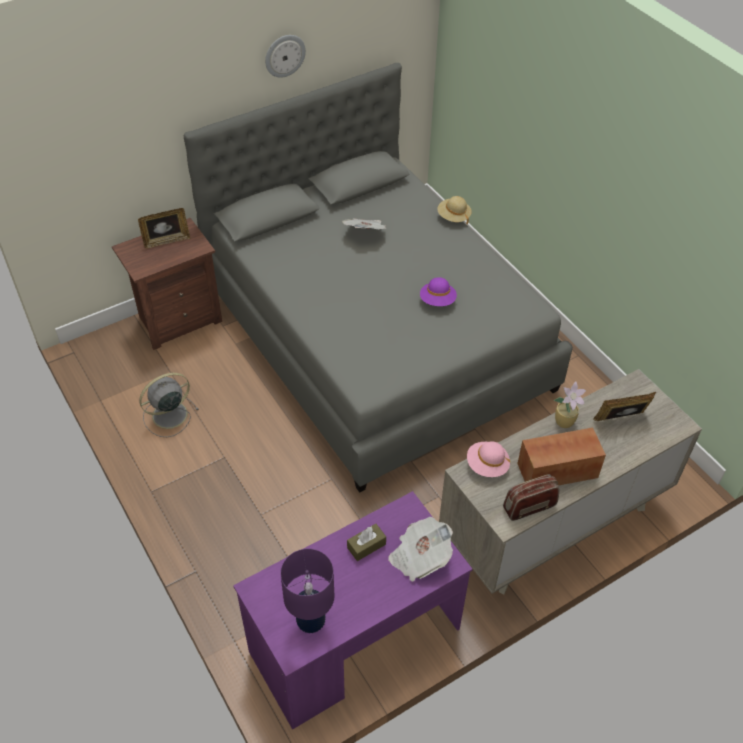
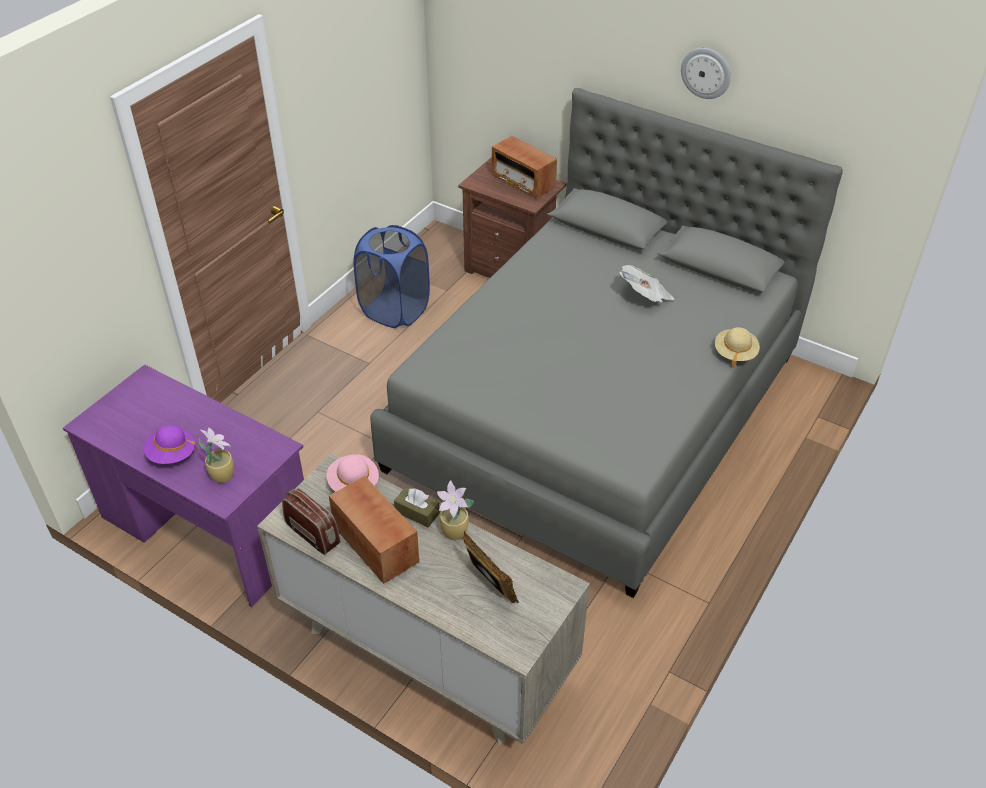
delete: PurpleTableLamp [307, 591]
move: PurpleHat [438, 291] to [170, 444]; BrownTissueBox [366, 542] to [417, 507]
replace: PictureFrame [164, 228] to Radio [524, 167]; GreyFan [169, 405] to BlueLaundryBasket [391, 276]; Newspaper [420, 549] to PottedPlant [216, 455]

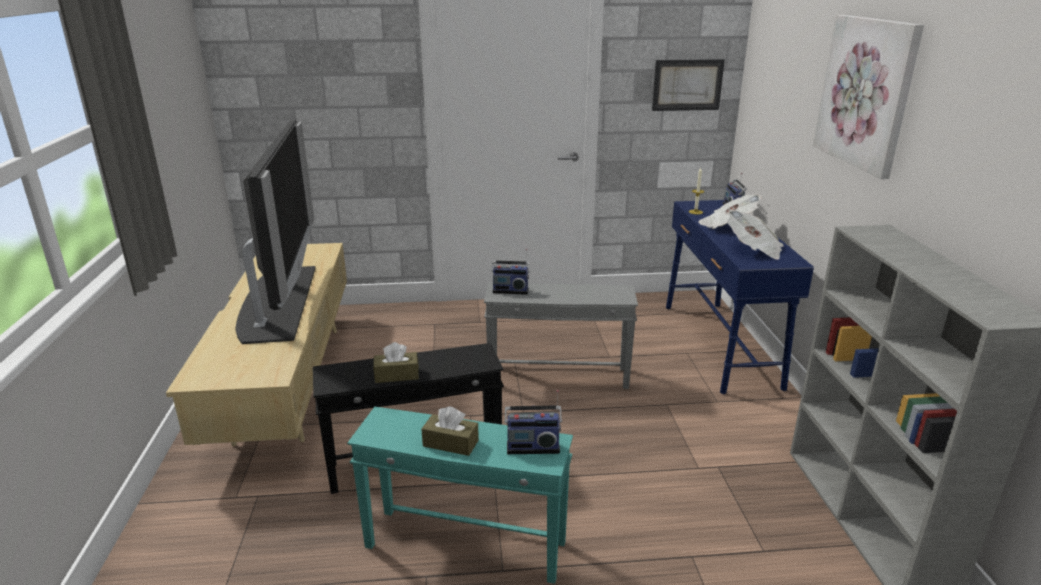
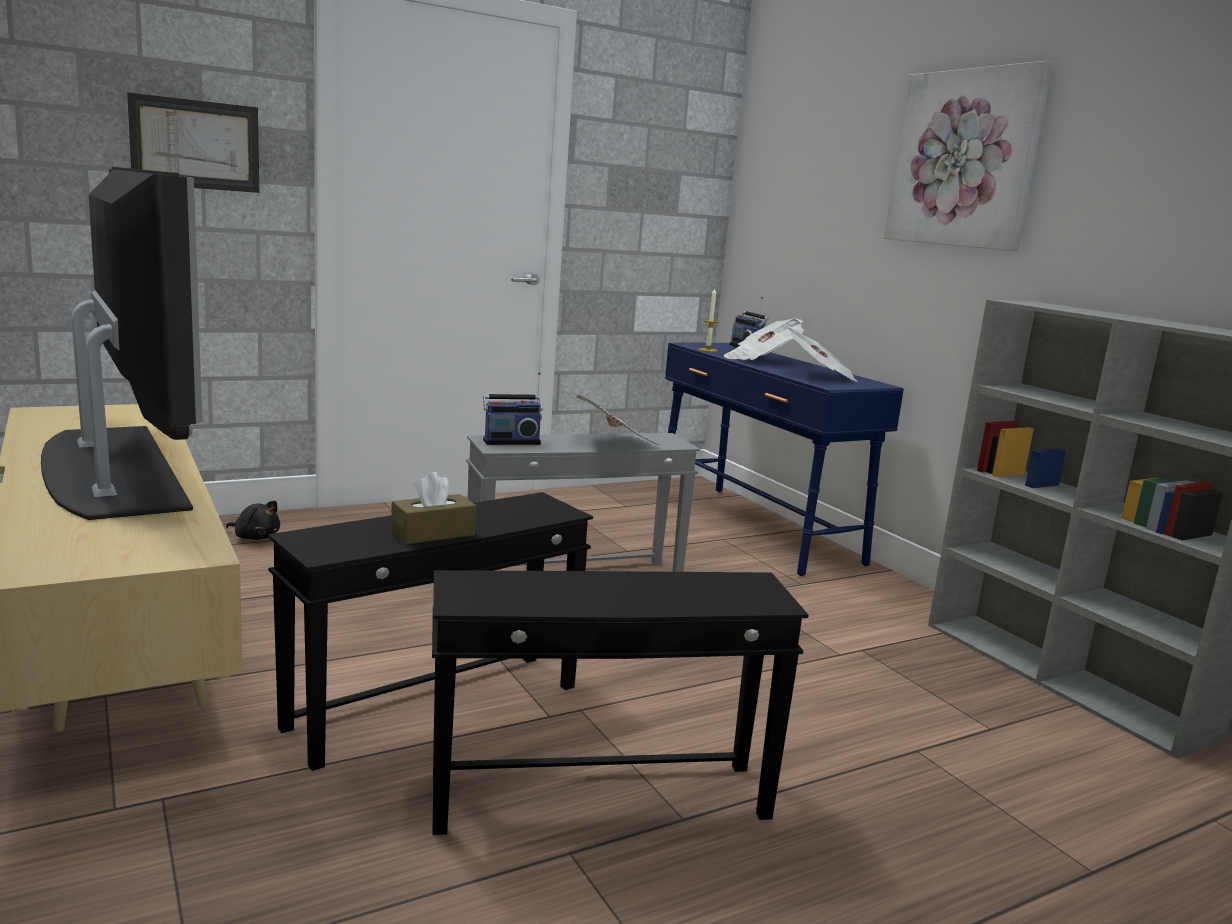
delete: Radio [533, 422]; BrownTissueBox [450, 431]
insert: Newspaper [618, 419]; BlackPlushToy [253, 520]
move: Picture [688, 85] to [193, 142]
recolor: TurquoiseSideTable [460, 495] to BlackSideTable [620, 702]

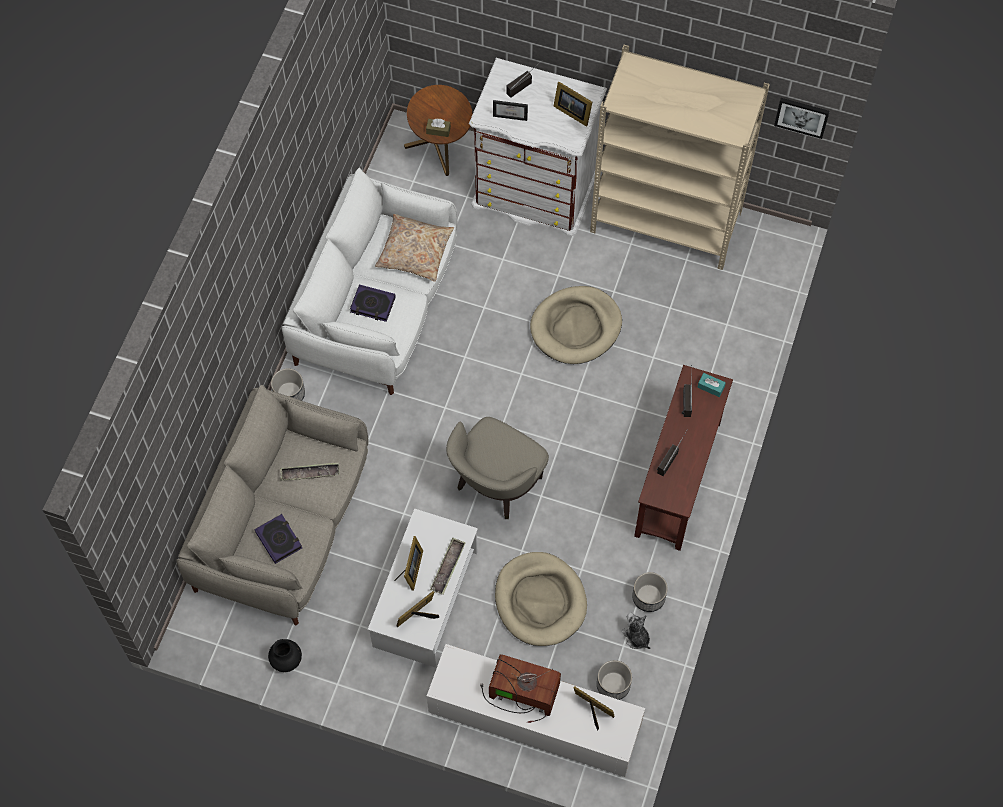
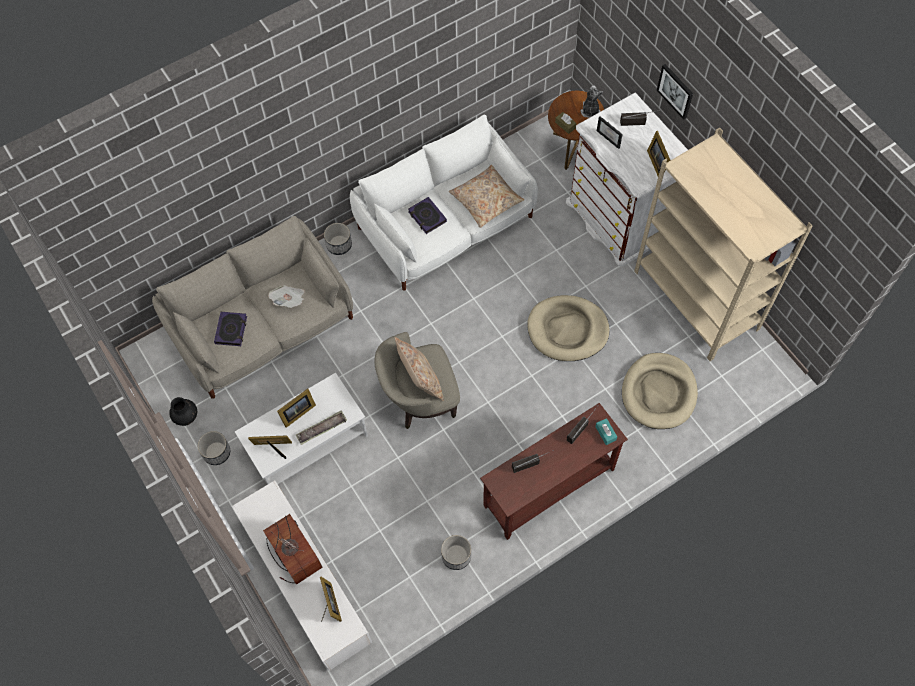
insert: BeigePillow [419, 369]
move: Picture [802, 118] to [675, 92]; BeigeDogBed [541, 599] to [660, 391]; PlushToy [635, 630] to [592, 101]; Planter [614, 680] to [214, 448]
replace: Tray [310, 471] to Newspaper [286, 296]

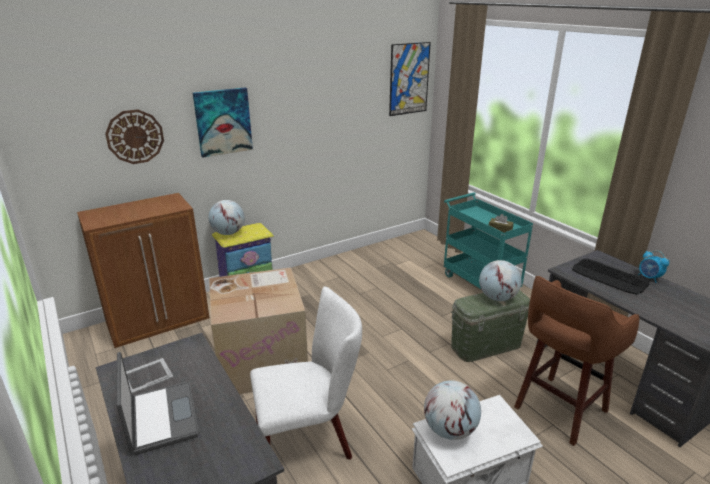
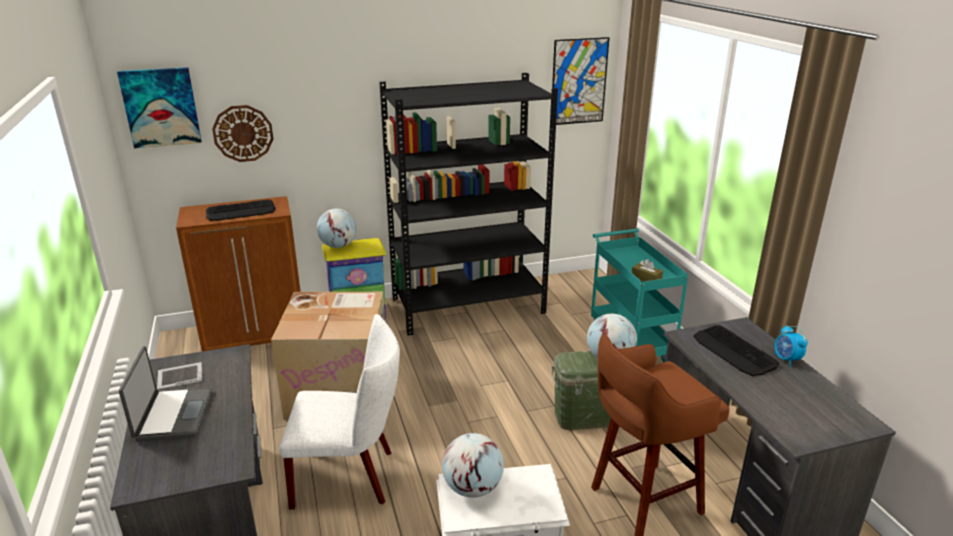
insert: BlackBookcase [468, 204]; Keyboard [240, 210]
move: Picture [223, 122] to [159, 107]

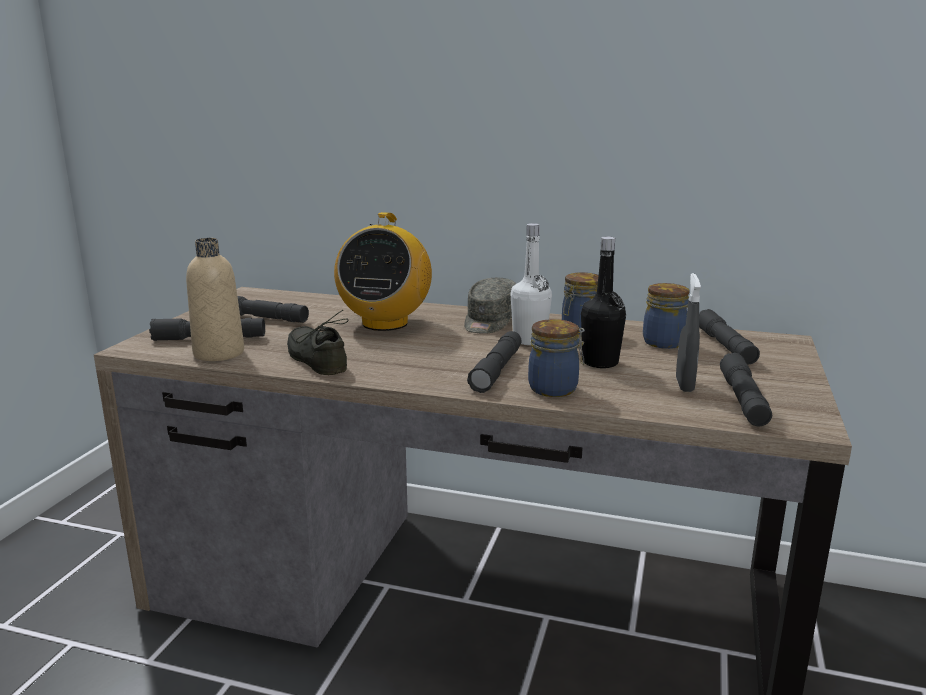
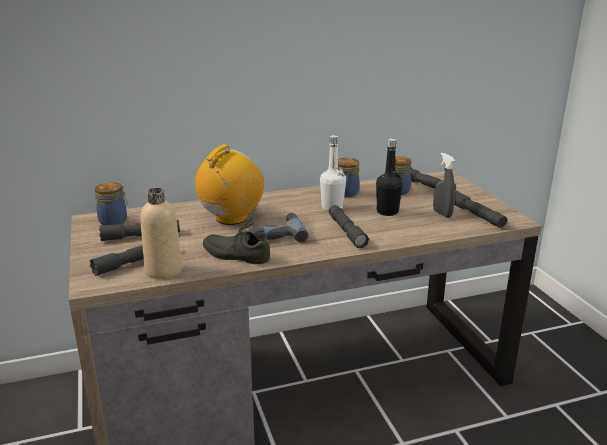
delete: GreyCap [490, 306]
insert: PowerDrill [279, 227]
move: Jar [556, 358] to [111, 203]
rotate: Radio [383, 271] = [229, 184] 120 degrees counterclockwise

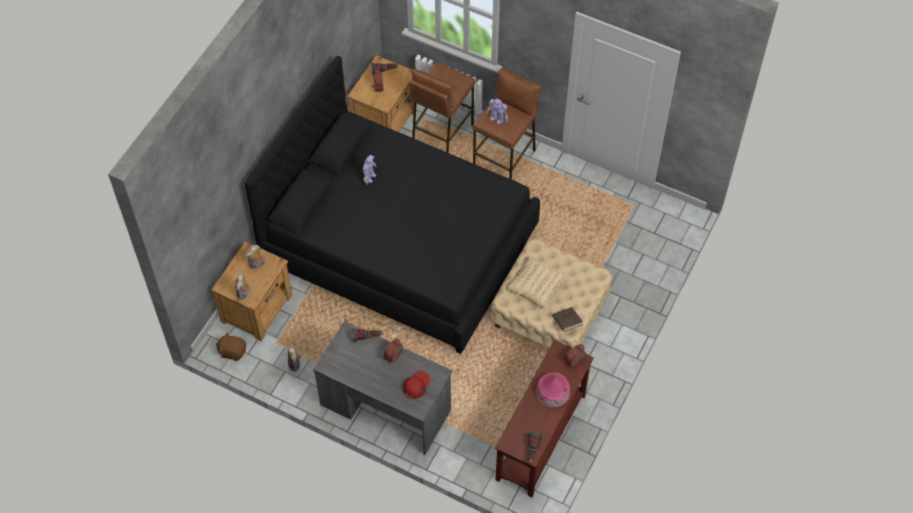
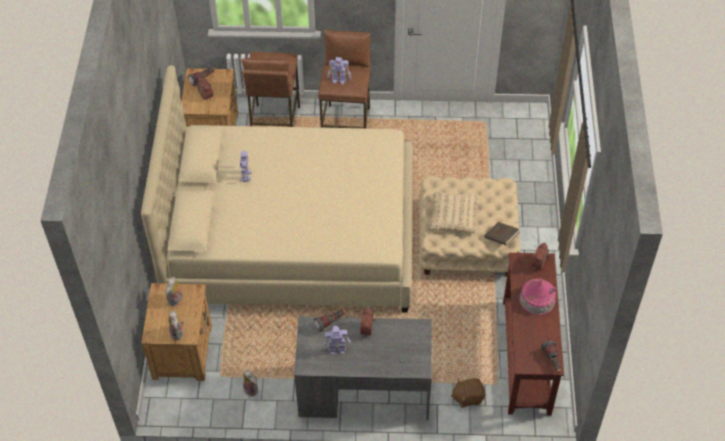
delete: RedCap [416, 385]
insert: ToyRobot [336, 340]
move: BrownPlushToy [231, 346] to [468, 392]
recolor: BlackBed [392, 205] to BeigeBed [277, 189]

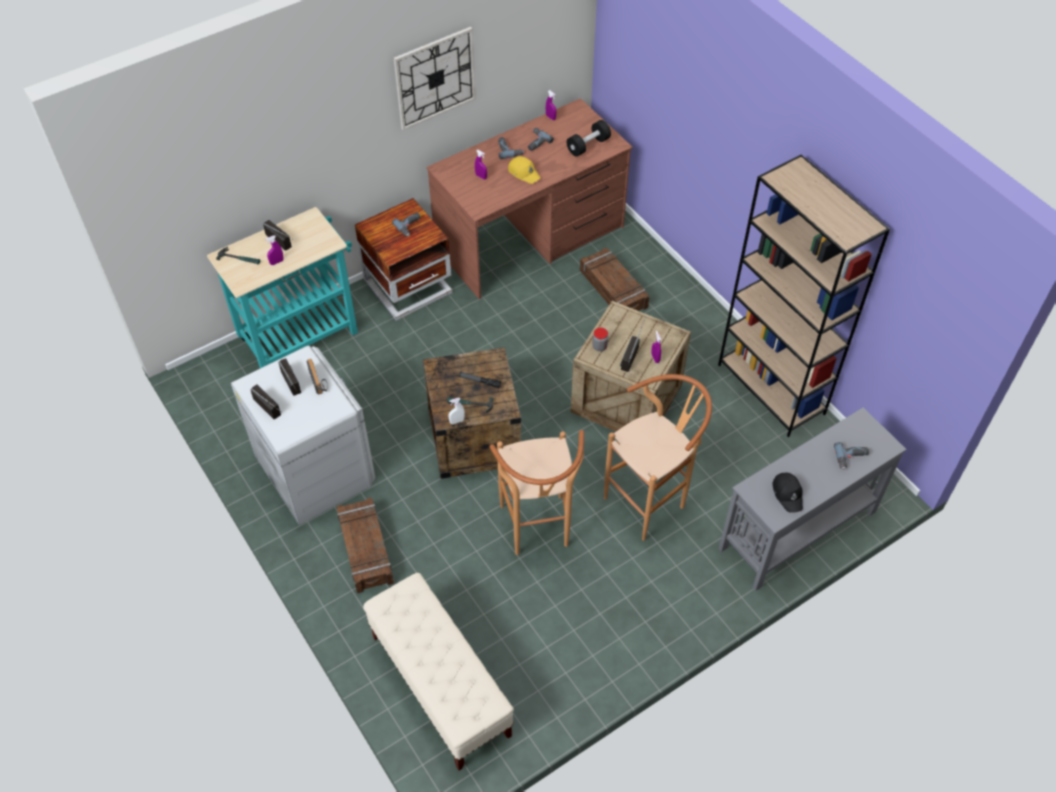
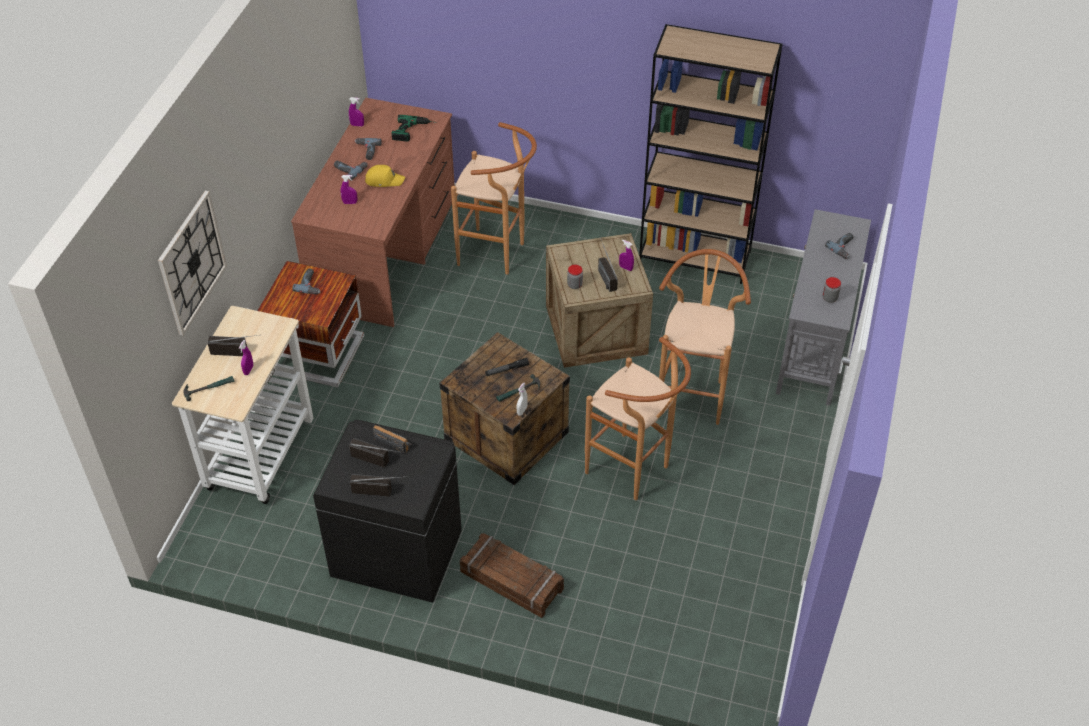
delete: BeigeBench [438, 671]
move: WallClock [435, 79] to [192, 263]
replace: BlackDumbbell [589, 138] to PowerDrill [414, 128]; Crate [614, 279] to BrownStool [494, 198]; BlackCap [787, 493] to Jar [832, 290]
recolor: TurquoiseCart [282, 287] to WhiteCart [242, 405]; WhiteWashingMachine [303, 435] to BlackWashingMachine [387, 511]

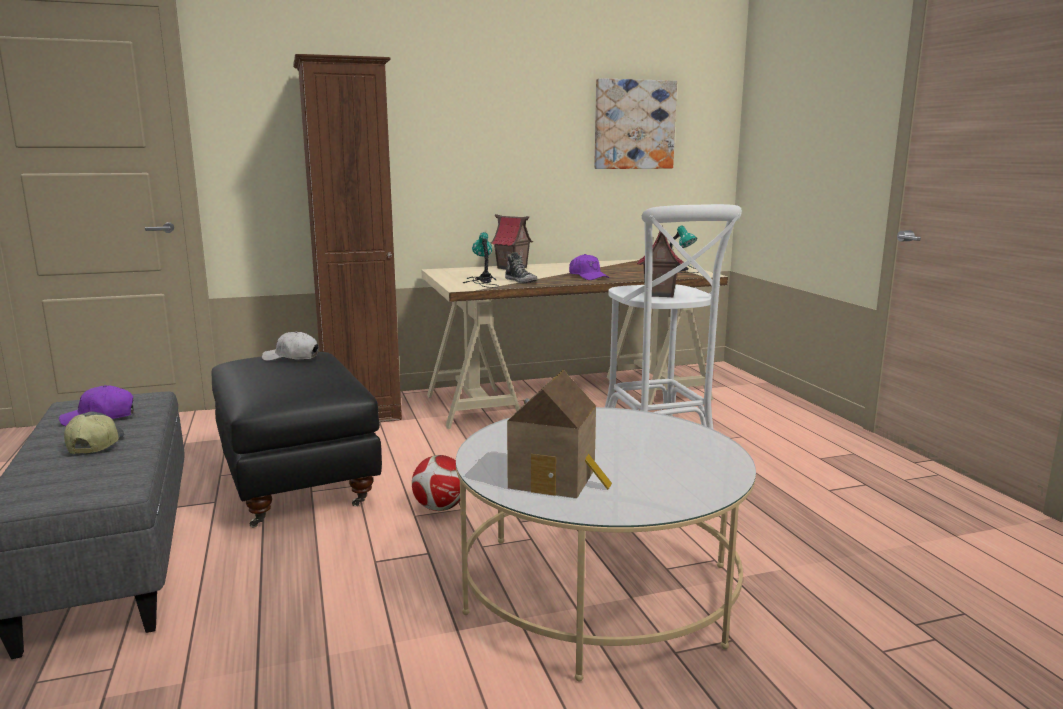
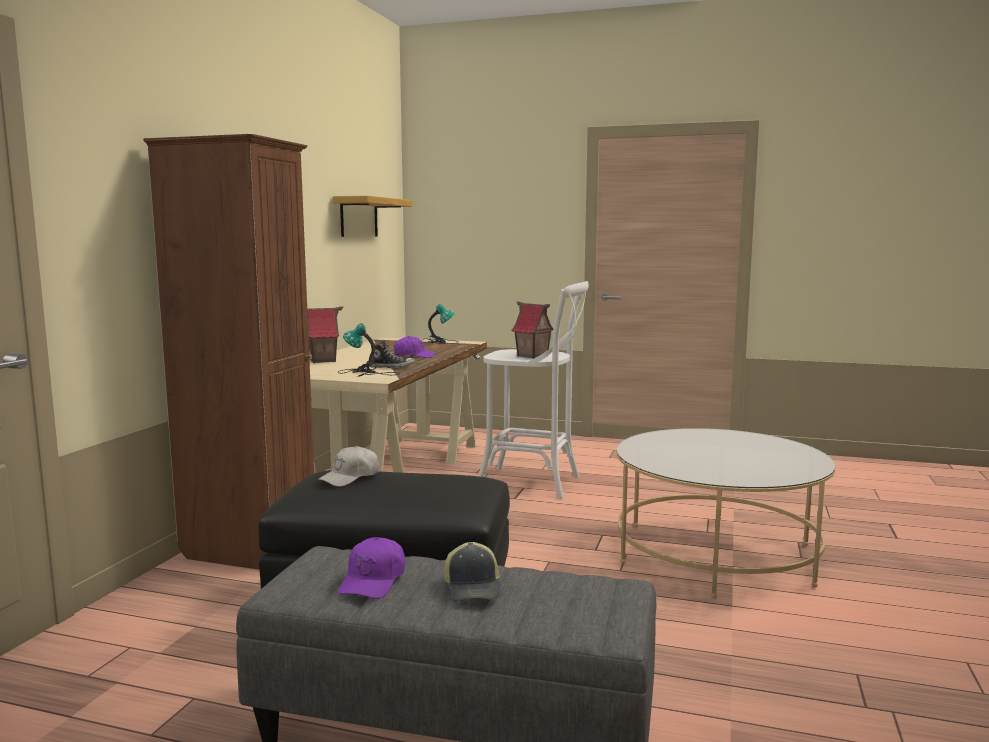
delete: ToyHouse [559, 434]; Football [439, 483]
replace: Picture [635, 123] to Shelf [373, 216]
rotate: Cap [94, 433] = [472, 572] 120 degrees counterclockwise

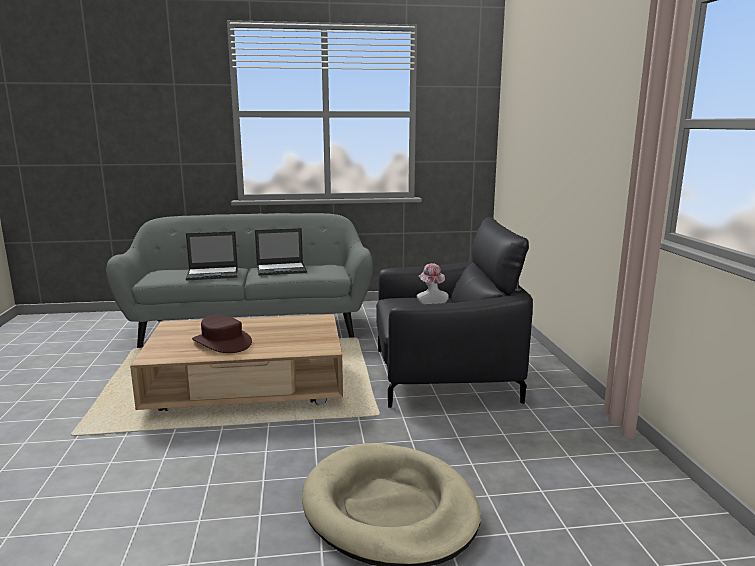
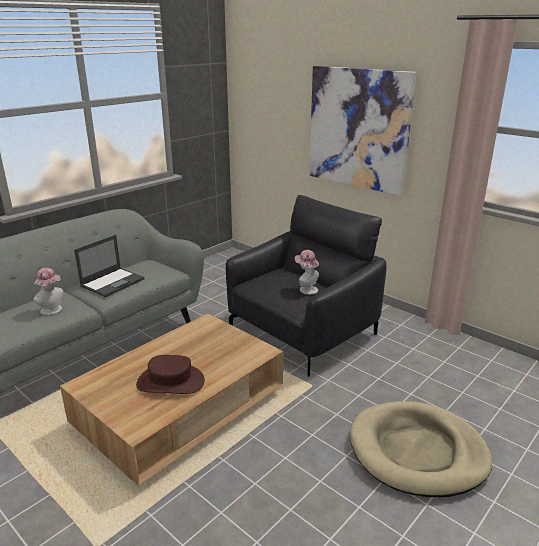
insert: Picture [363, 131]
replace: Laptop [212, 255] to Hat [48, 291]

